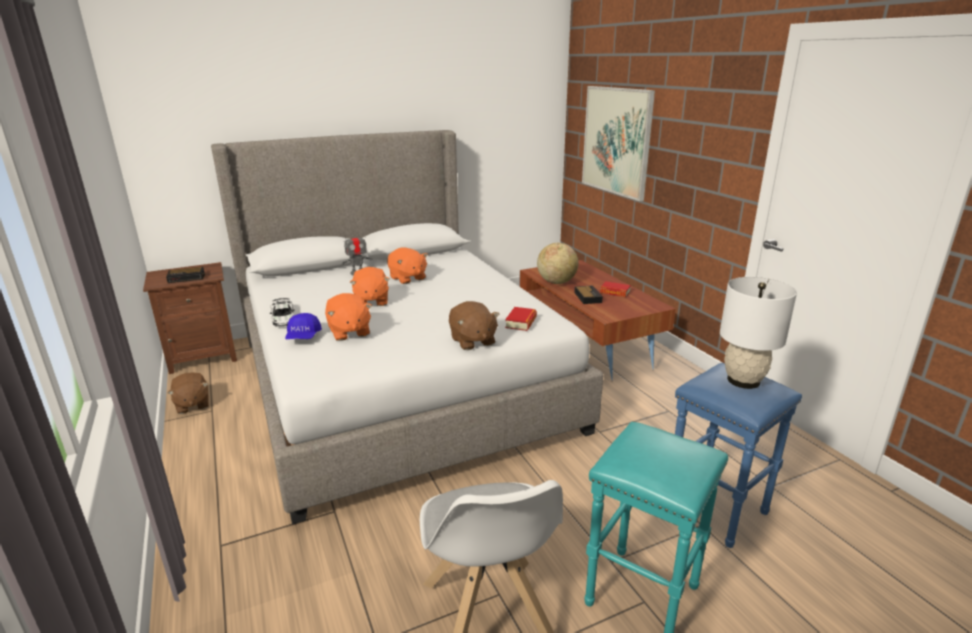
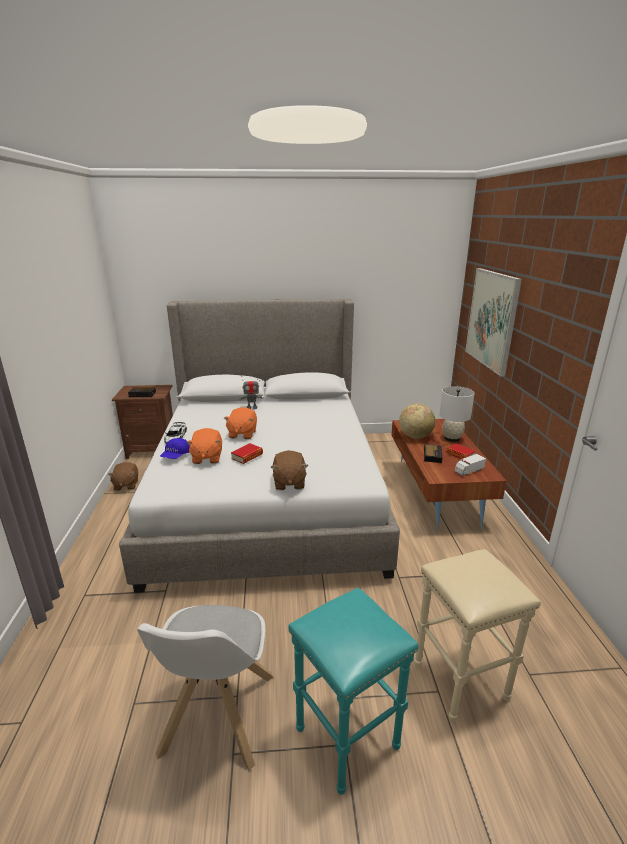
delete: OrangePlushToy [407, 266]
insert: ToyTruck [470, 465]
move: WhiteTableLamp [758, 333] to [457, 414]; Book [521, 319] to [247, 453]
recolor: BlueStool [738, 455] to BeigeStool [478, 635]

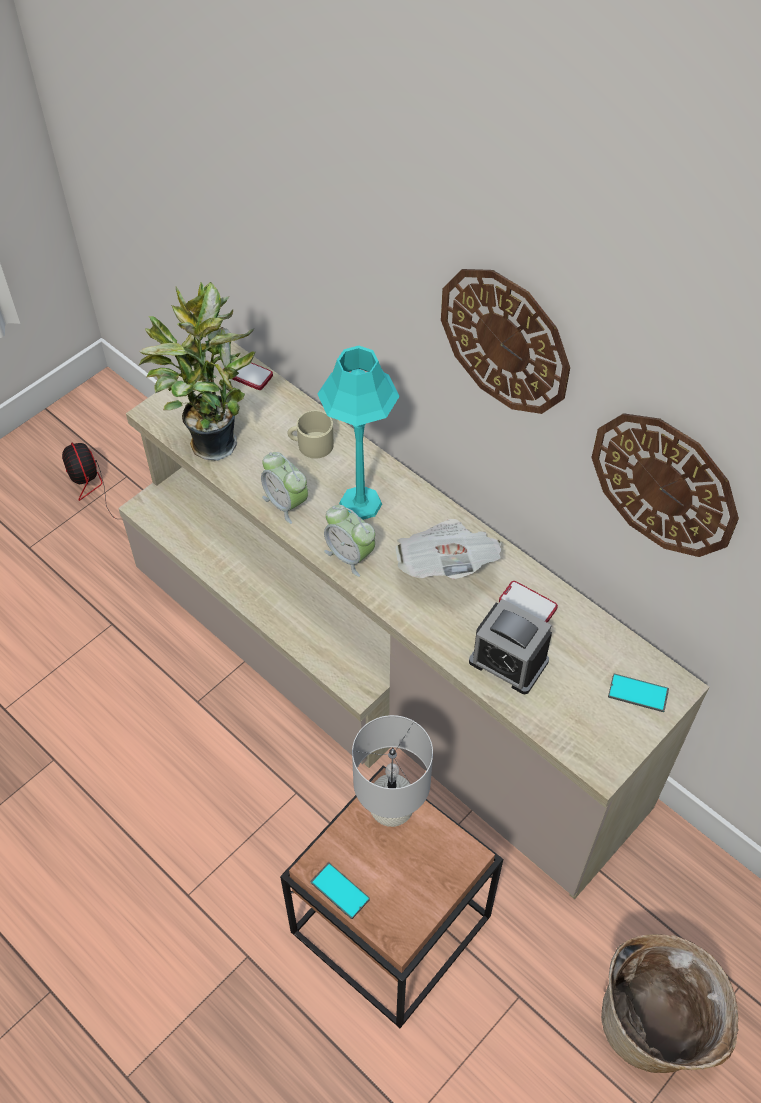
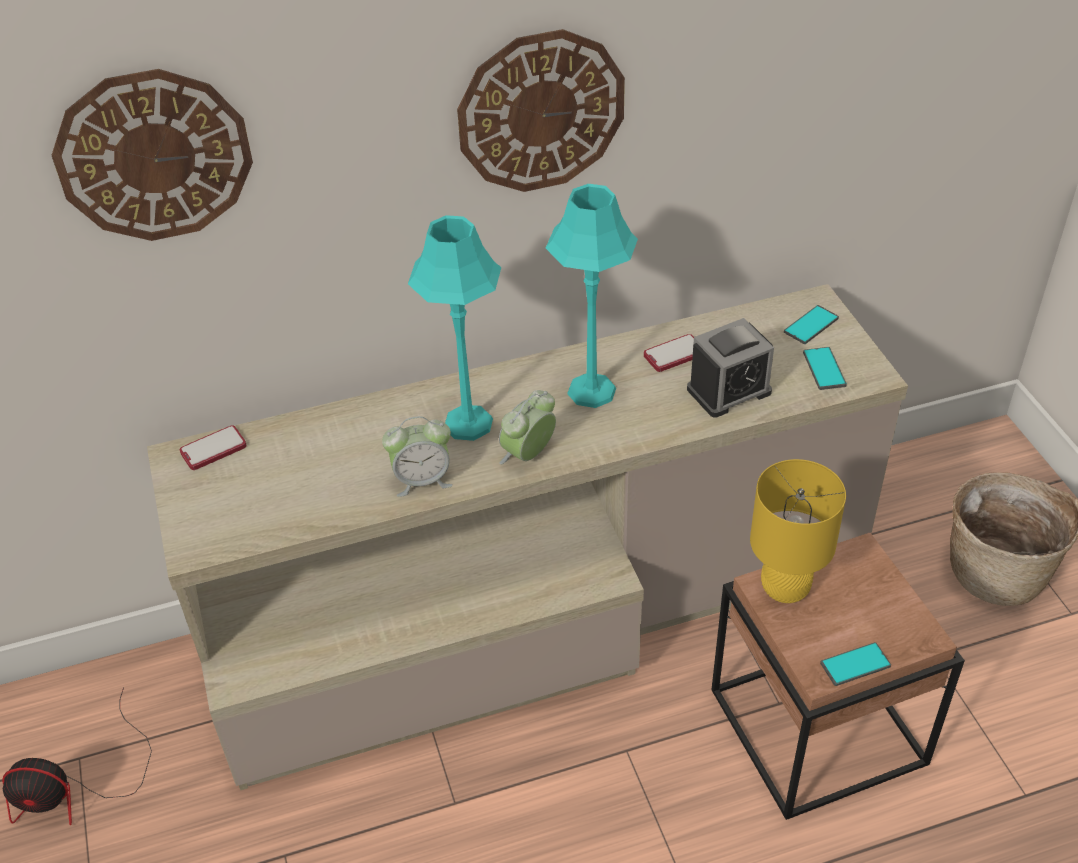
delete: PottedPlant [197, 371]; BeigeMug [310, 434]
insert: Phone [825, 368]
move: WallClock [665, 485] to [152, 155]
replace: Newspaper [448, 549] to TurquoiseTableLamp [592, 296]
recolor: GreyTableLamp [392, 771] to YellowTableLamp [798, 531]
rotate: AlarmClock [349, 541] = [527, 427] 150 degrees clockwise

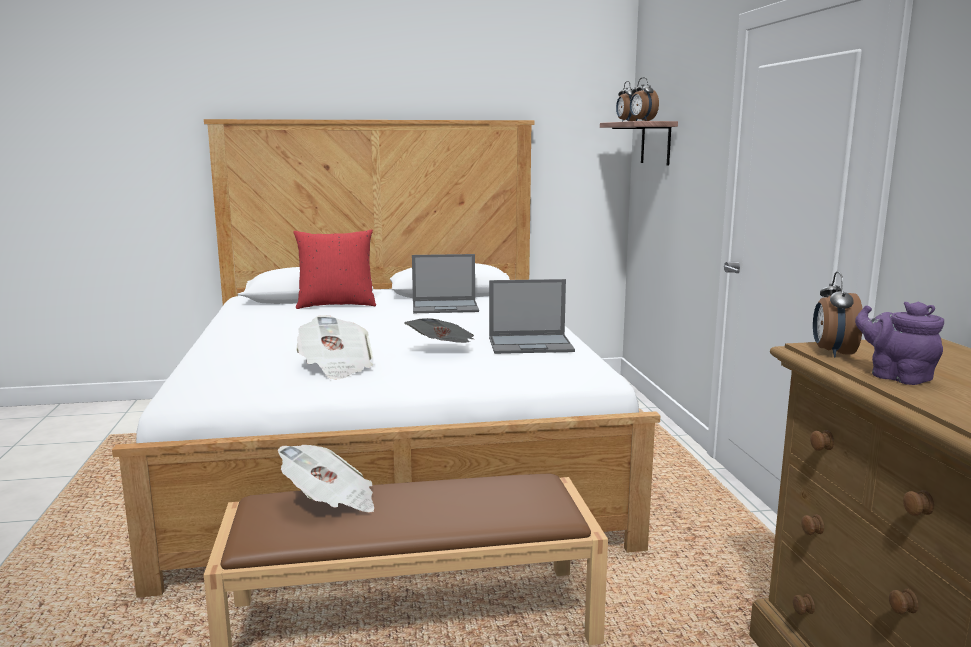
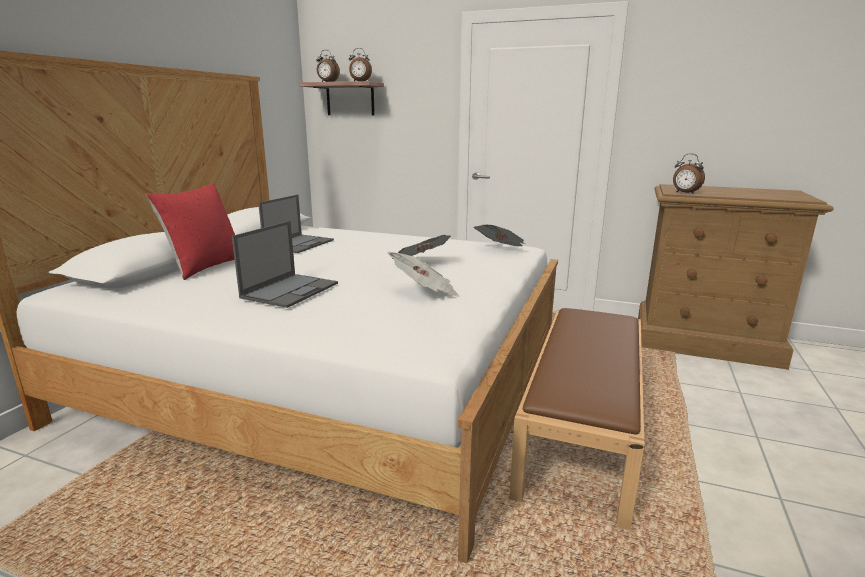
delete: PurpleTeapot [899, 343]
move: Laptop [532, 316] to [285, 264]; Newspaper [326, 478] to [499, 235]

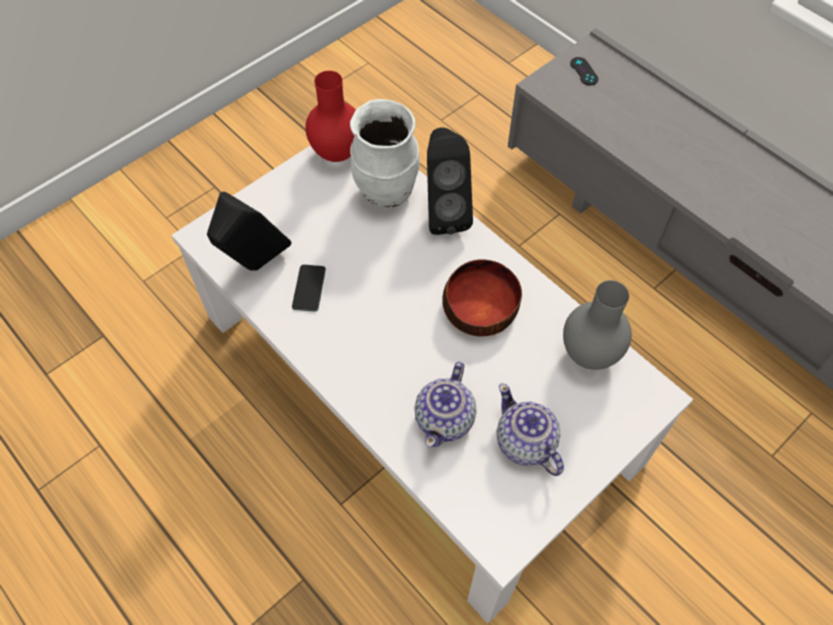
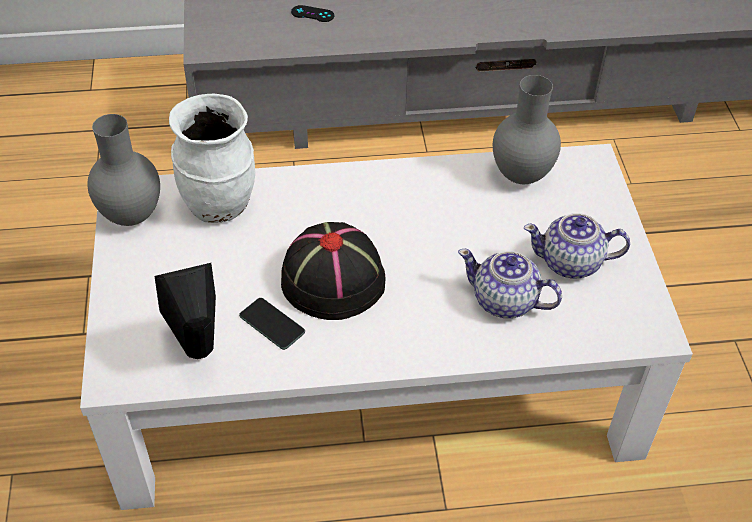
delete: BlackSpeaker [450, 181]; Bowl [482, 298]
insert: BlackHat [333, 271]
move: BlackGameController [584, 71] to [312, 13]
recolor: RedVase [330, 116] to GreyVase [123, 170]
rotate: Teapot [445, 404] = [510, 283] 150 degrees clockwise

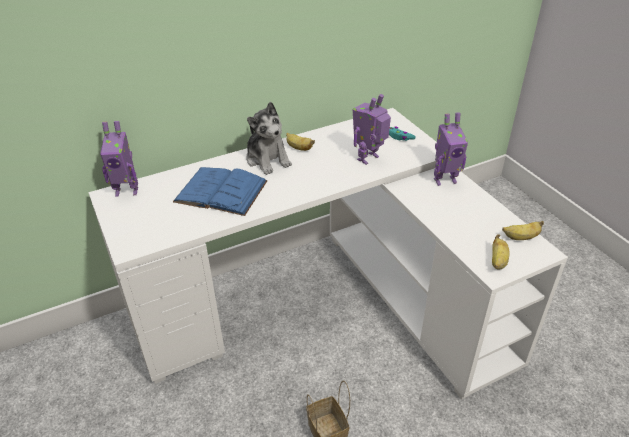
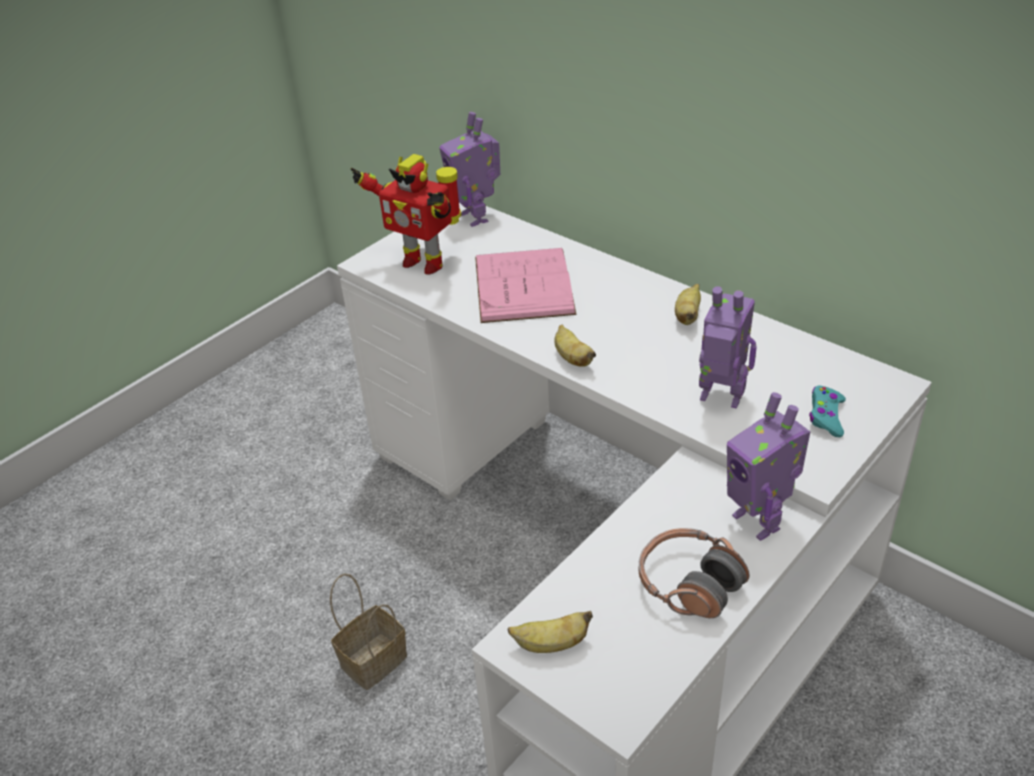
delete: PlushToy [269, 138]
insert: ToyRobot [406, 214]; Headphones [694, 573]
move: Banana [523, 230] to [575, 346]
recolor: BlueBook [220, 191] to PinkBook [525, 285]

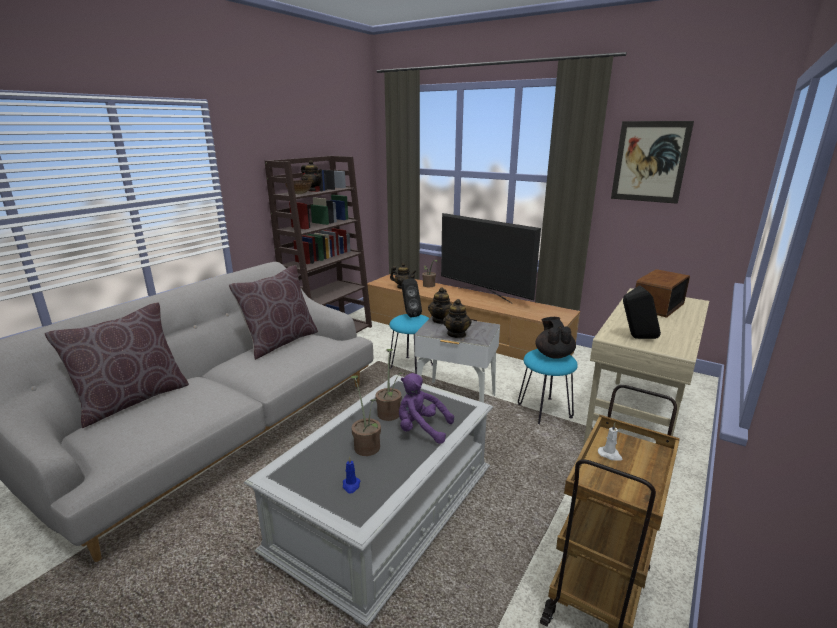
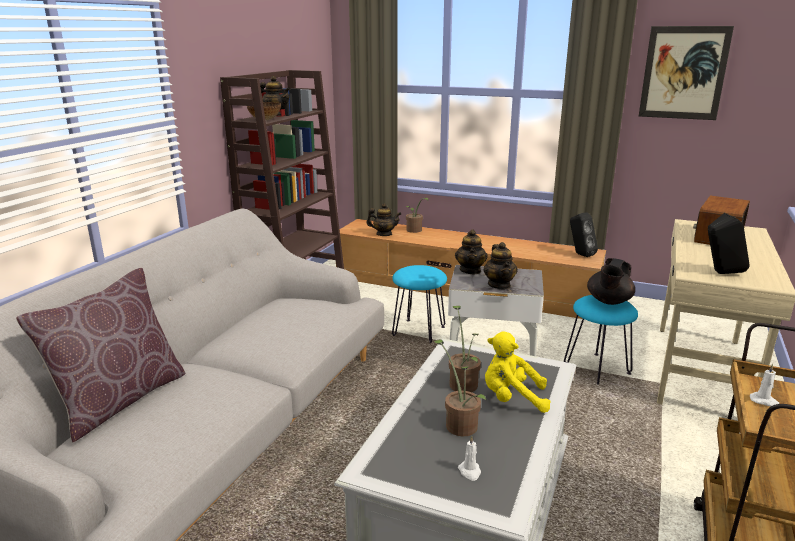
delete: Television [491, 258]; BrownPillow [273, 312]
move: BlackSpeaker [412, 298] to [584, 234]
recolor: PurplePlushToy [426, 408] to YellowPlushToy [518, 372]; BlueCandle [352, 475] to WhiteCandle [469, 458]
rotate: BlackTeapot [556, 338] = [611, 281] 135 degrees counterclockwise

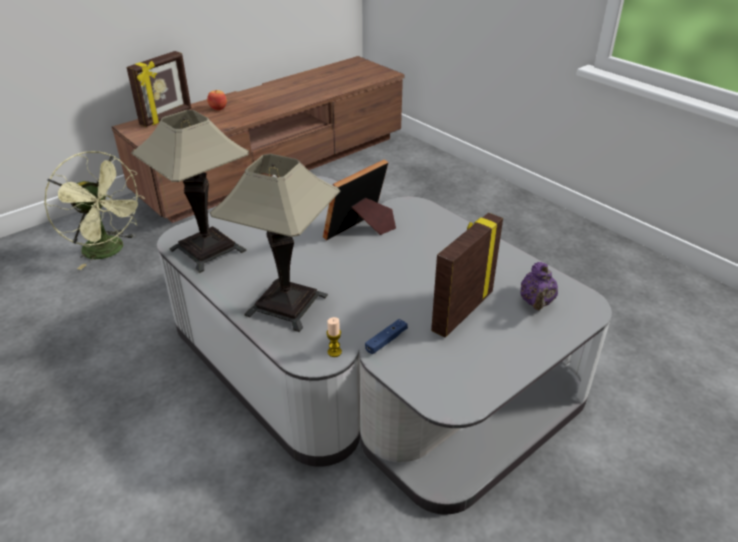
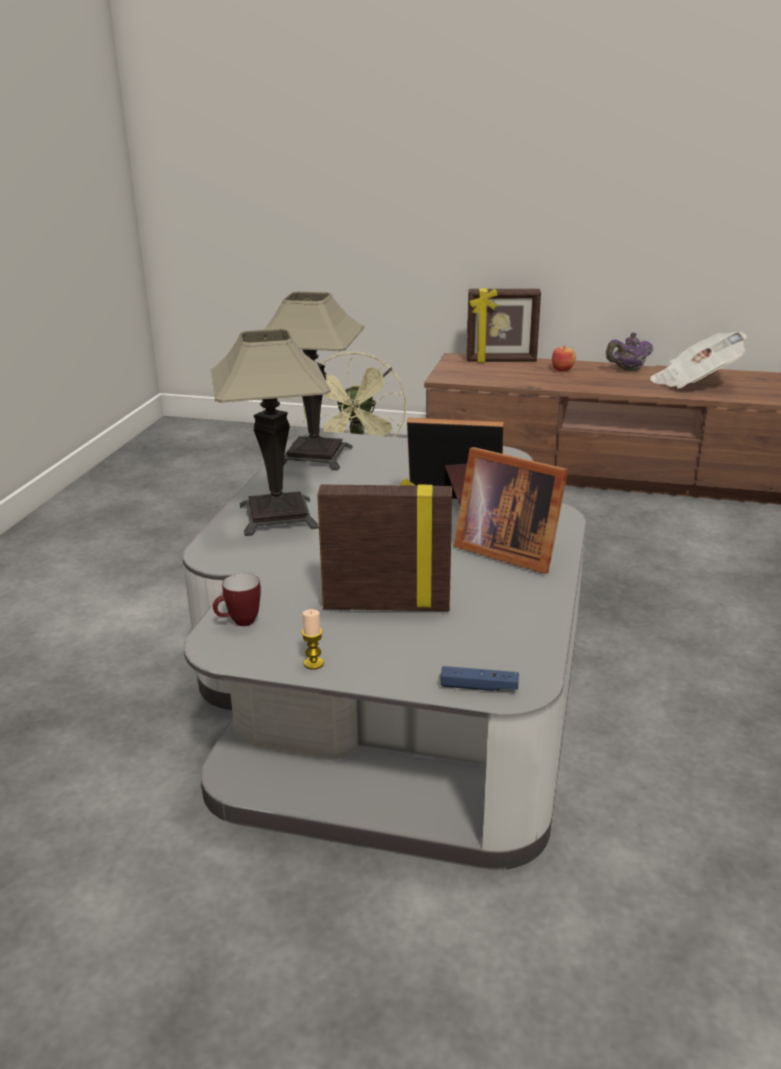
insert: Newspaper [699, 360]; PictureFrame [511, 510]; Mug [237, 599]
move: PurpleTeapot [539, 286] to [629, 351]; Candle [334, 337] to [313, 639]; BlueGameController [386, 336] to [479, 678]

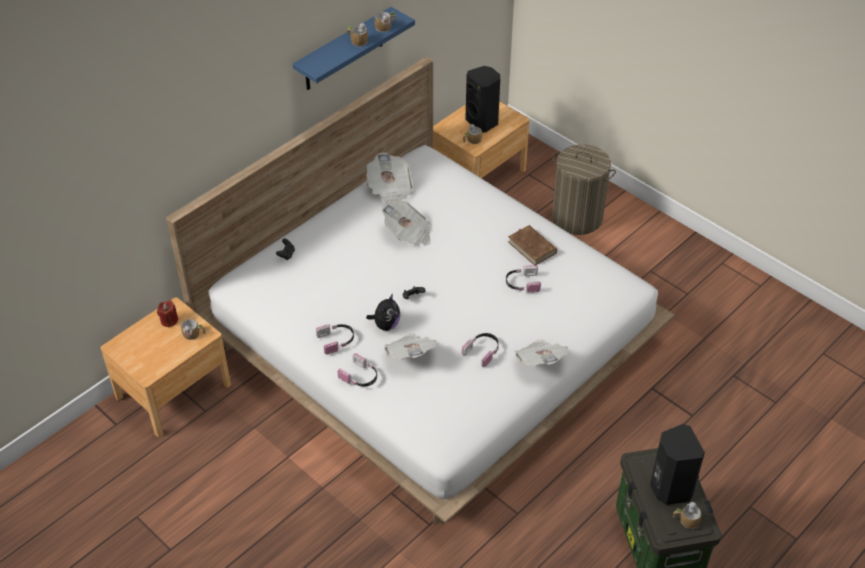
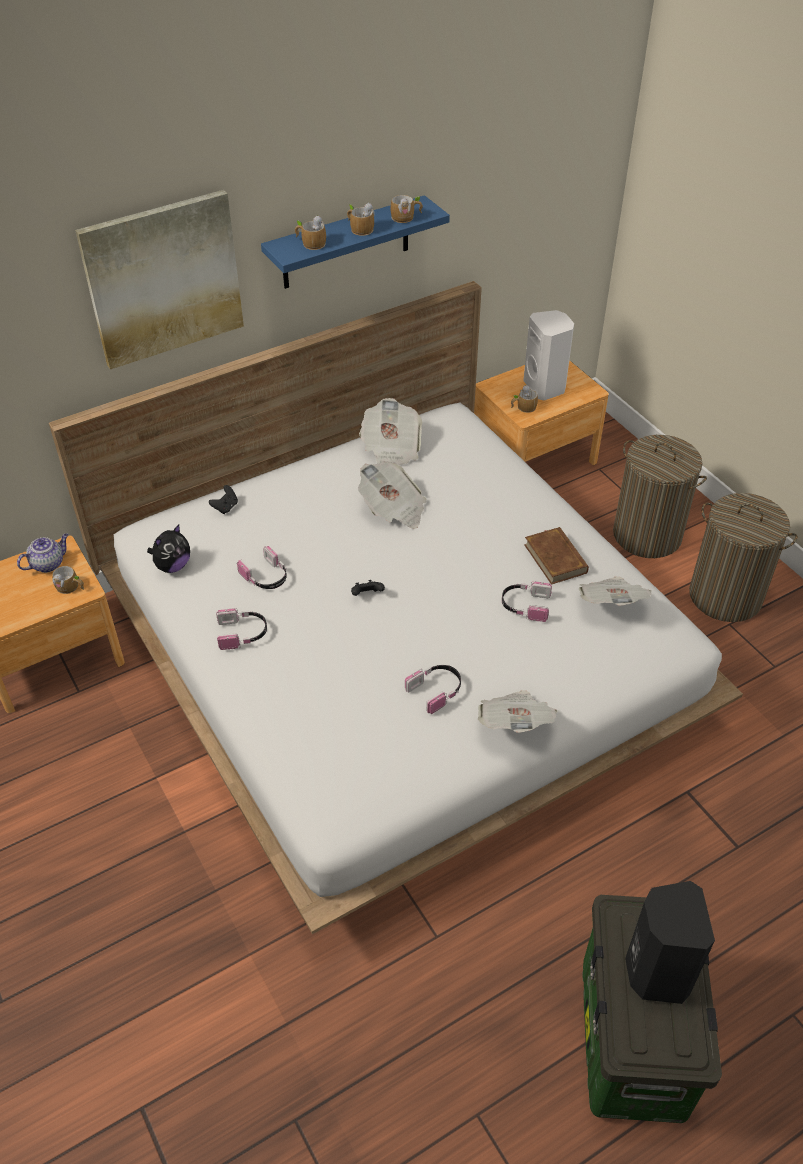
insert: Picture [159, 279]; LaundryBasket [743, 557]
move: PlushToy [383, 312] to [168, 549]; Newspaper [410, 346] to [615, 591]; Headphones [357, 370] to [262, 567]; Mug [687, 515] to [310, 232]
replace: RedCandle [168, 314] to Teapot [42, 553]
recolor: BlackSpeaker [482, 99] to WhiteSpeaker [548, 355]

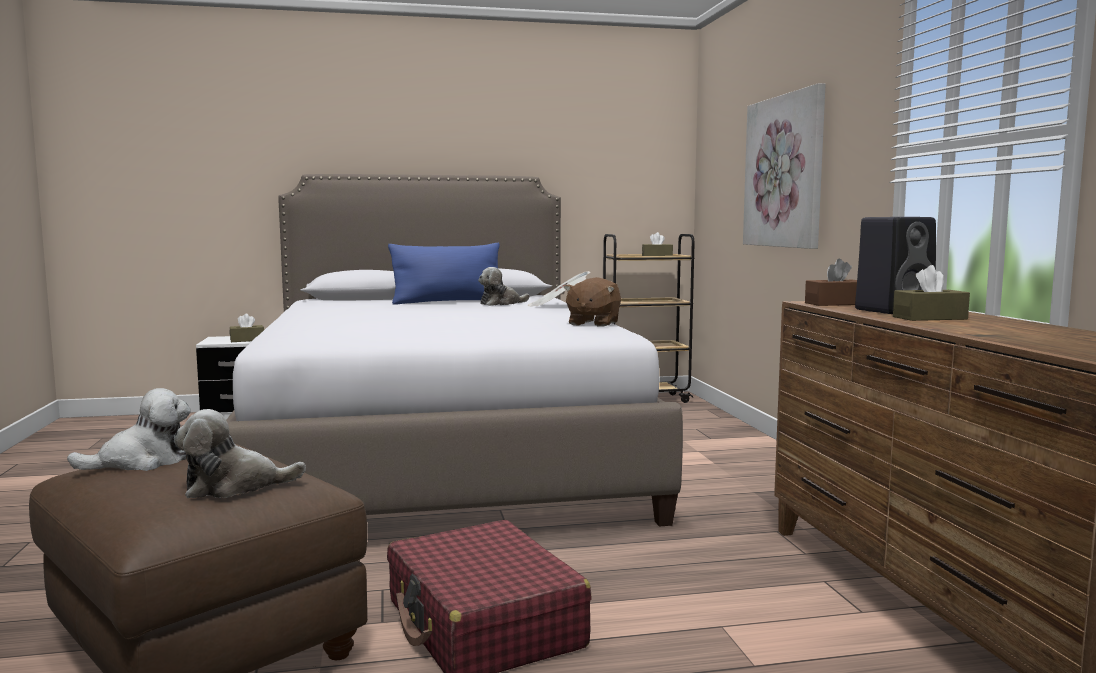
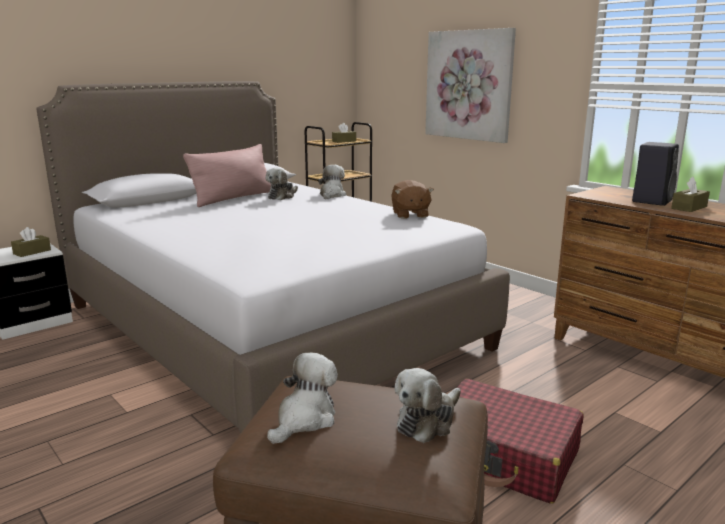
delete: BrownTissueBox [831, 282]
replace: Newspaper [559, 289] to PlushToy [332, 182]
recolor: BluePillow [444, 274] to PinkPillow [227, 175]

